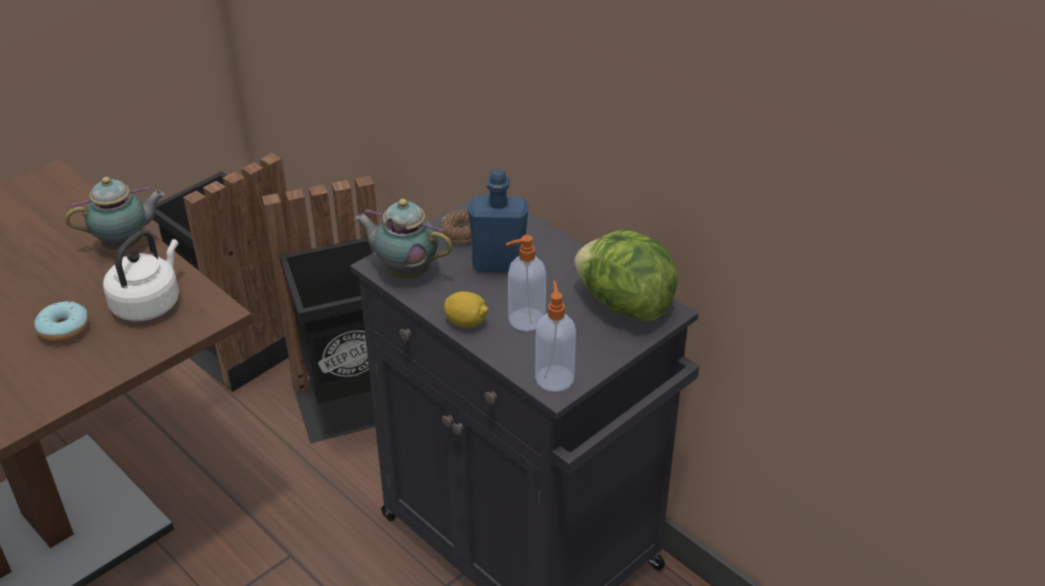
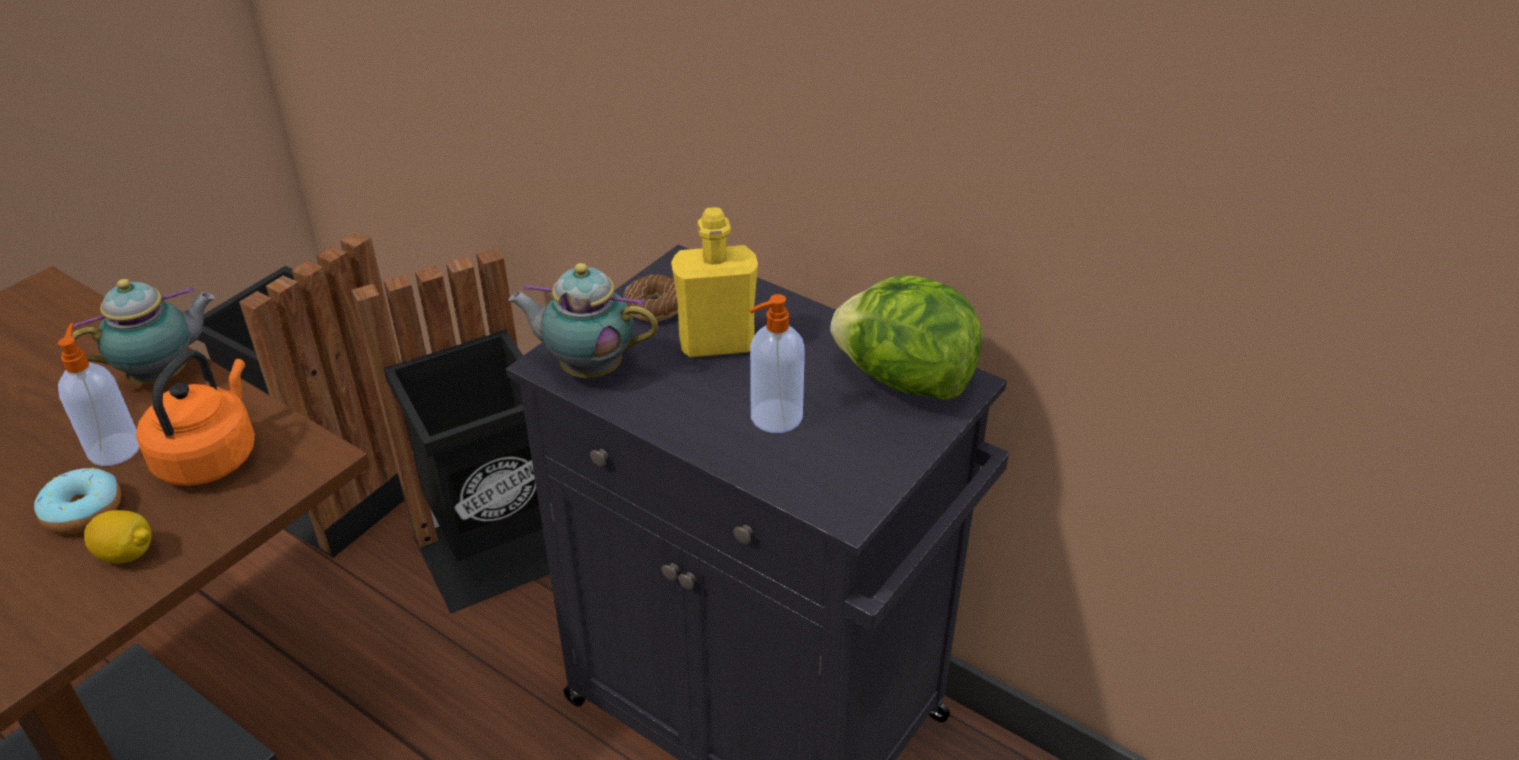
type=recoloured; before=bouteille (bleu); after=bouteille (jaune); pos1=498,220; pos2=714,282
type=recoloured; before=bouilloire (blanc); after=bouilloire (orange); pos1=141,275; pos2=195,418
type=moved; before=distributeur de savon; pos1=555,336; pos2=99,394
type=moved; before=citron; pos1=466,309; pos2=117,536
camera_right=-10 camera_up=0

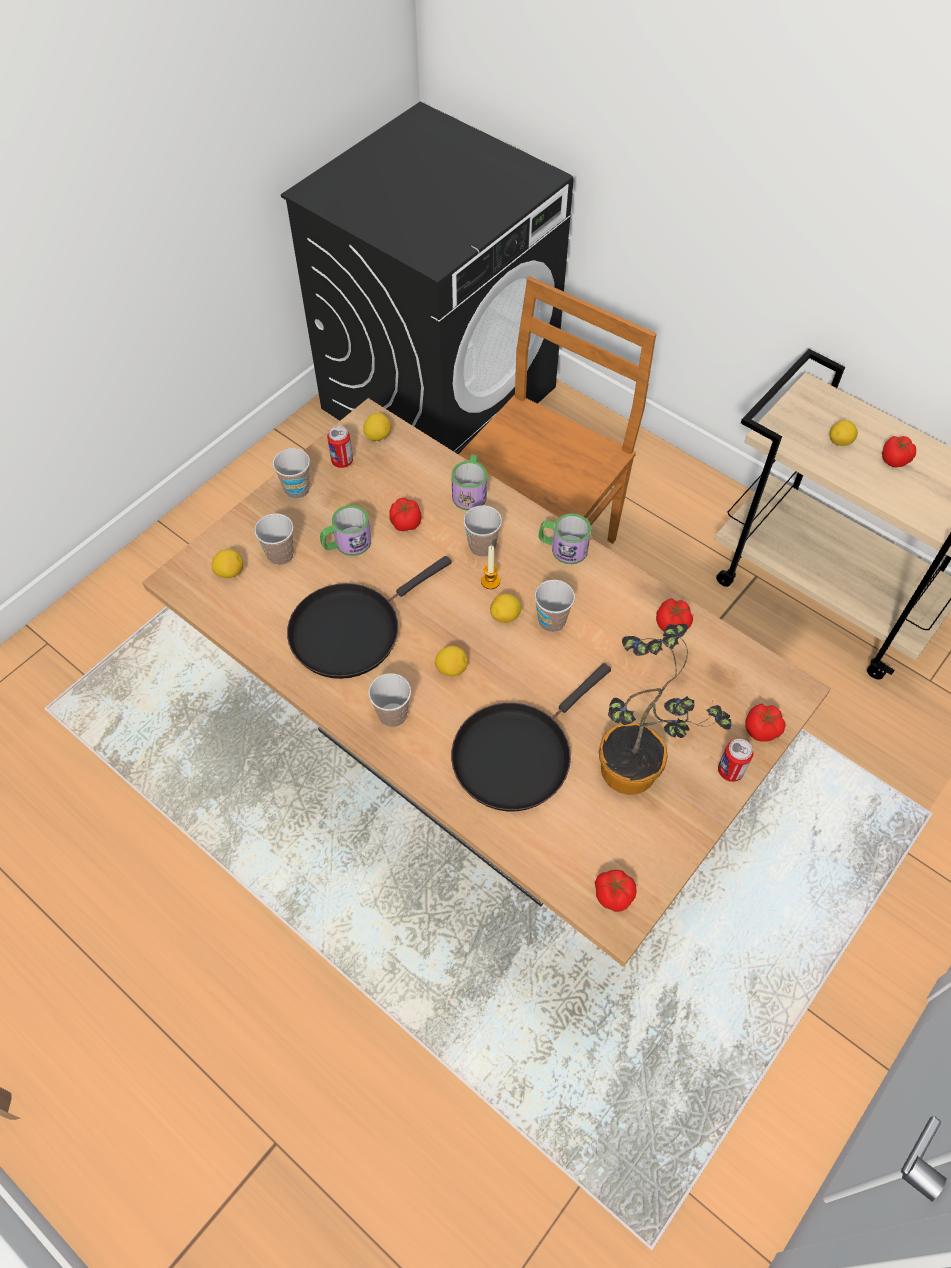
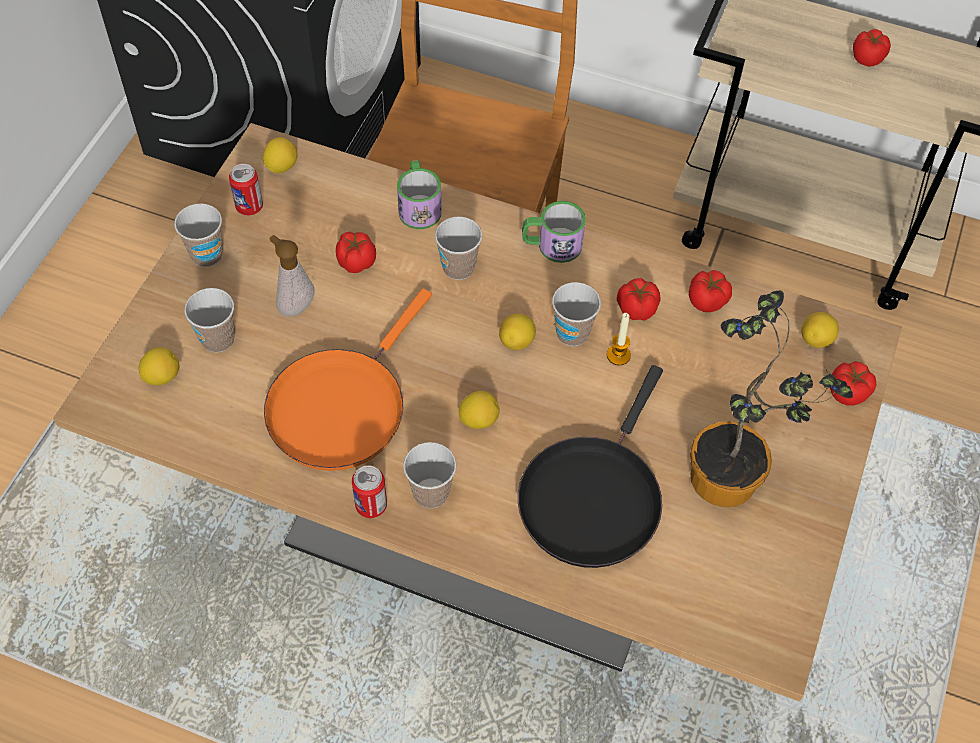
type=moved; before=citron; pos1=843,433; pos2=820,330
type=replaced; before=mug; after=distributeur de savon; pos1=345,530; pos2=292,275
type=moved; before=bougie; pos1=490,567; pos2=619,339
type=recoloured; before=poêle (noir); after=poêle (orange); pos1=369,617; pos2=348,380
type=moved; before=boîte métallique; pos1=735,760; pos2=369,491
type=moved; before=tomate; pos1=616,891; pos2=638,299
camera_right=-20 camera_up=0

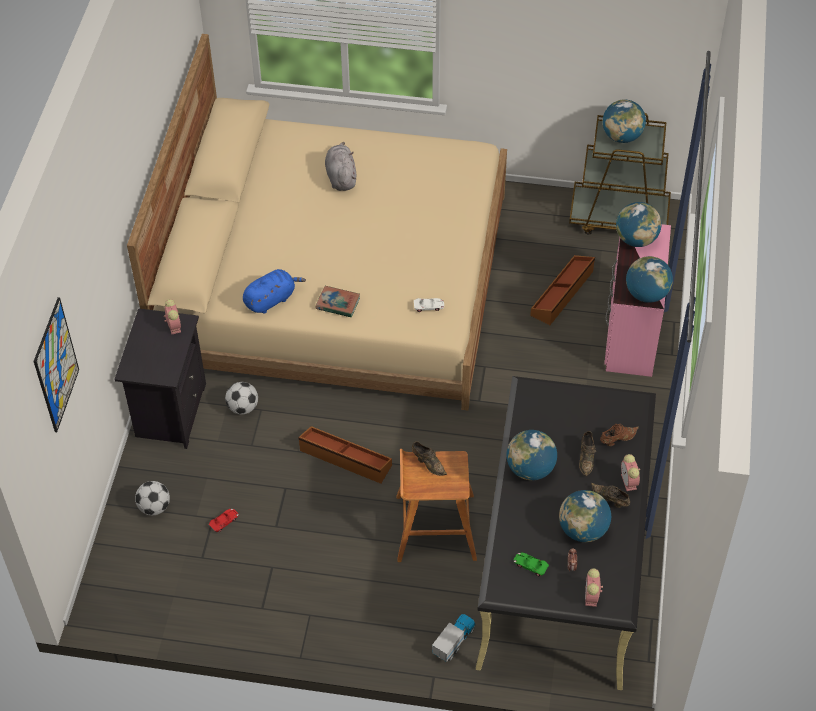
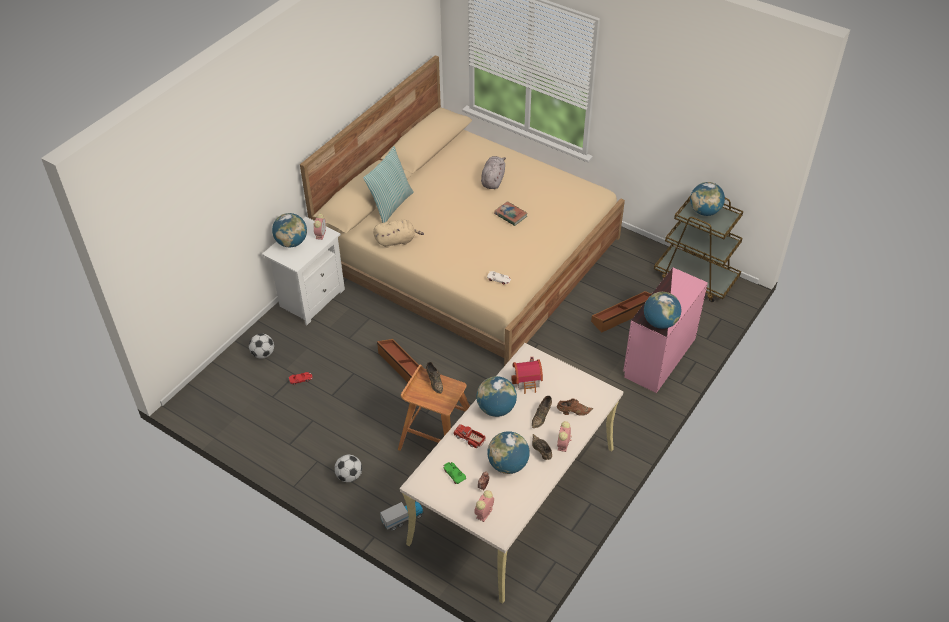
type=moved; before=globe; pos1=639,224; pos2=289,230
type=recoloured; before=peluche (bleu); after=peluche (beige); pos1=274,291; pos2=398,234
type=moved; before=livre; pos1=338,301; pos2=511,213
type=removed; before=tableau; pos1=56,364
type=recoloured; before=table de chevet (noir); after=table de chevet (blanc); pos1=160,378; pos2=303,271
type=recoloured; before=bureau (noir); after=bureau (beige); pos1=566,533; pos2=511,473
type=moved; before=ballon de foot; pos1=241,398; pos2=348,468
type=added; after=coussin; pos2=388,184
type=added; after=maison miniature; pos2=527,375
type=added; after=camion jouet; pos2=469,436
camera_right=25 camera_up=-5

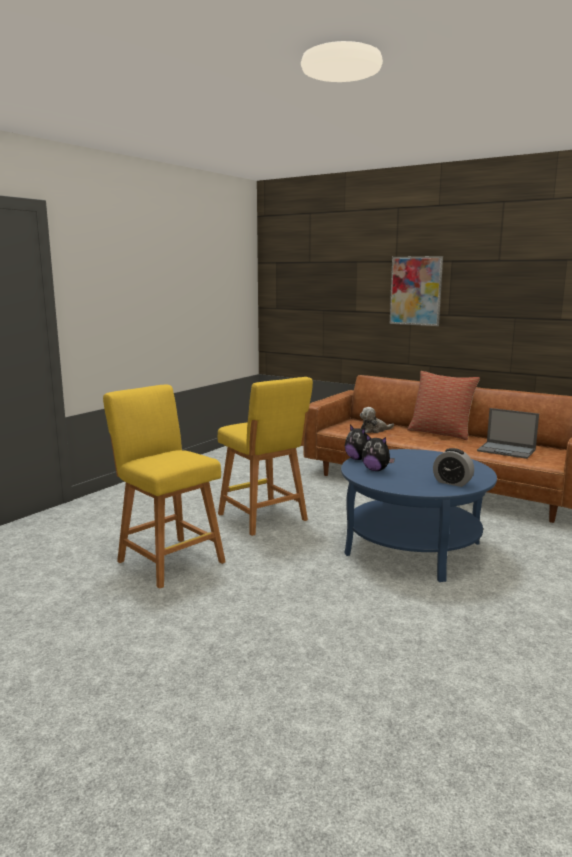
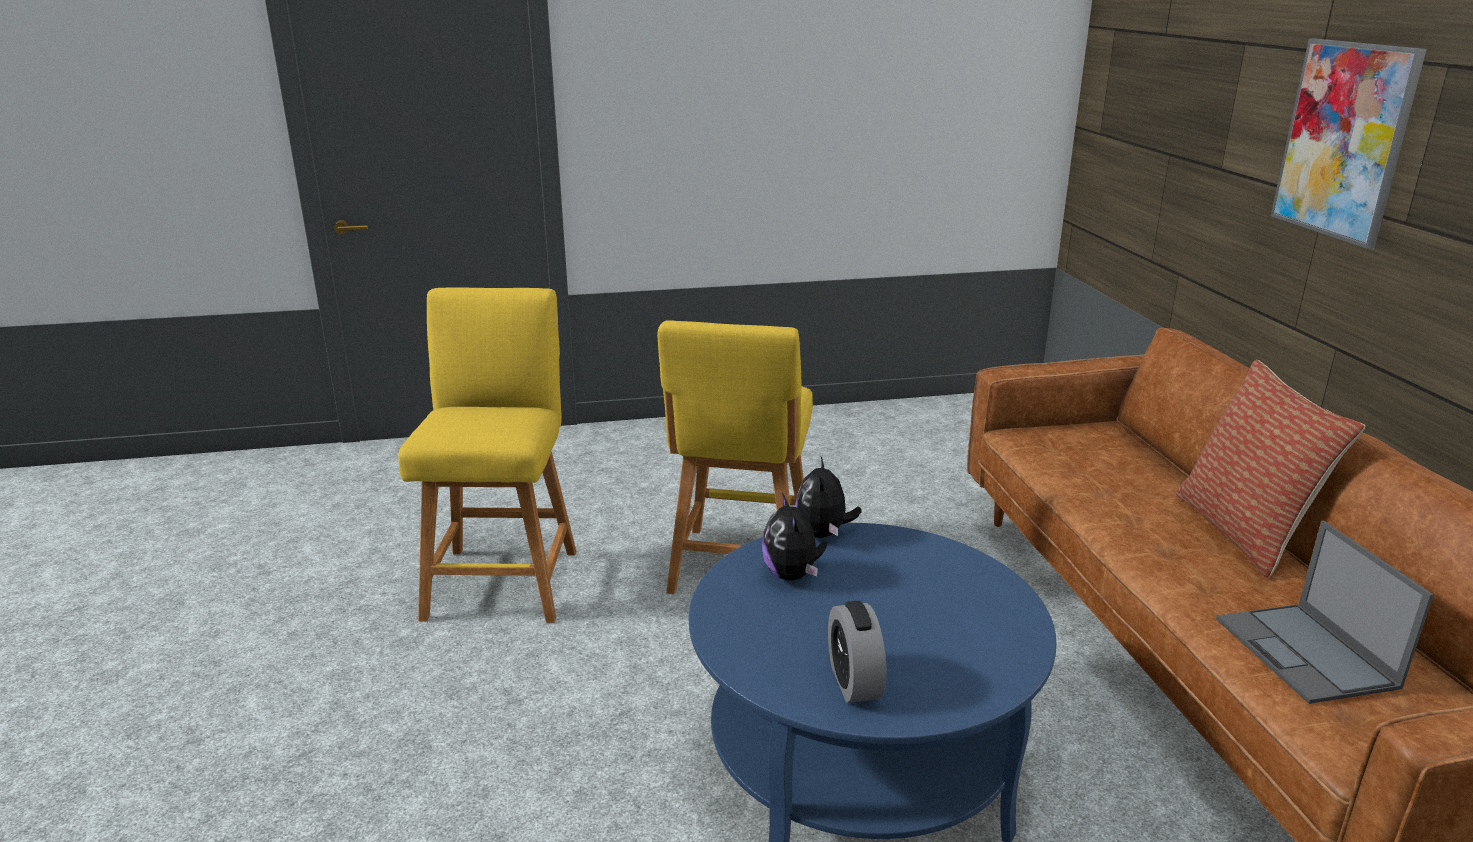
type=removed; before=peluche; pos1=377,420
camera_right=45 camera_up=10

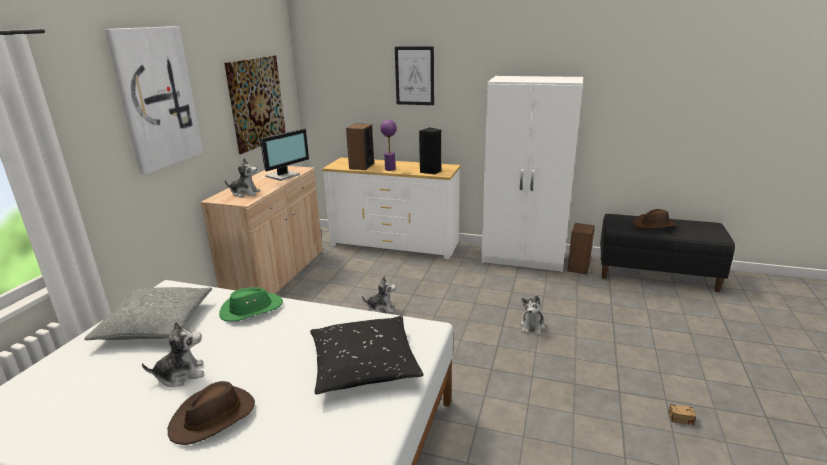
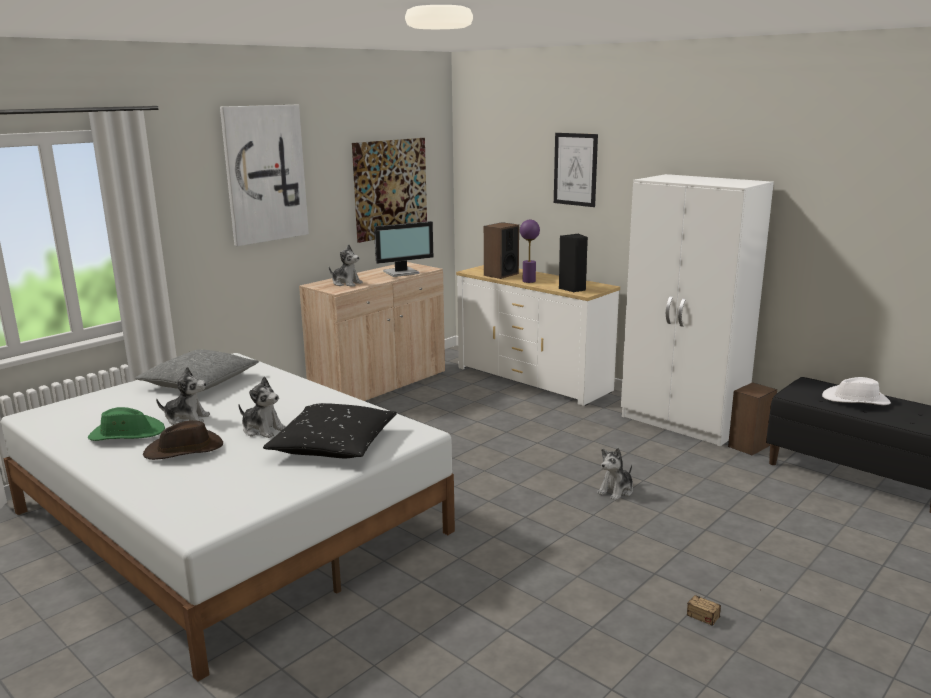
type=recoloured; before=chapeau (marron); after=chapeau (blanc); pos1=655,219; pos2=856,391
type=moved; before=peluche; pos1=379,294; pos2=262,407
type=moved; before=chapeau (vert); pos1=251,304; pos2=126,424
camera_right=25 camera_up=-5

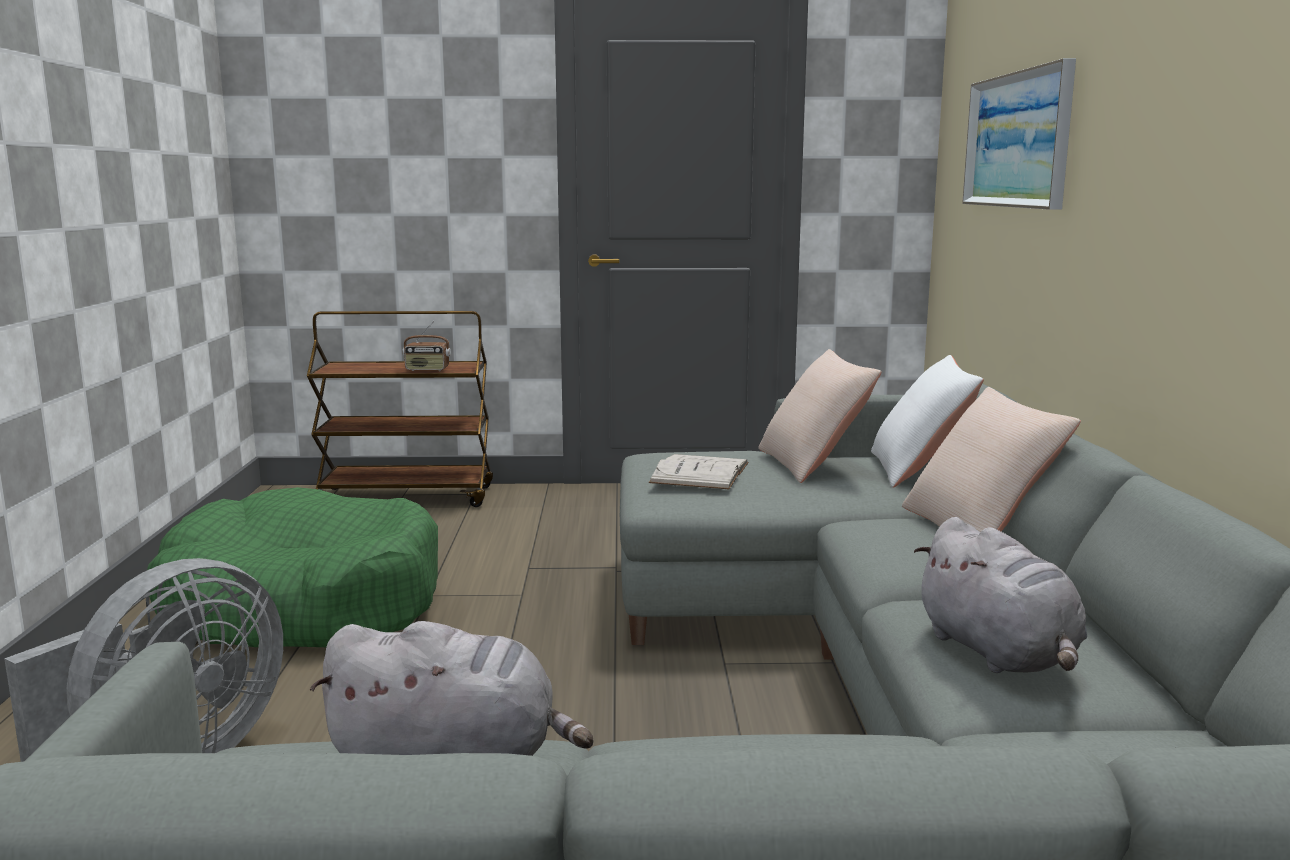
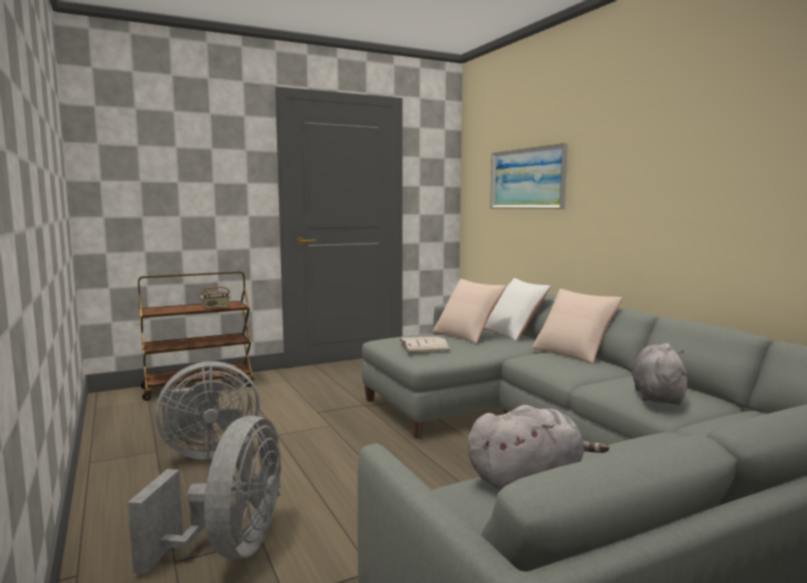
type=replaced; before=panier pour chien (vert); after=ventilateur (gris); pos1=292,567; pos2=207,410
type=turned; before=peluche (gris); pos1=1000,595; pos2=661,374; turn=-120
camera_right=-25 camera_up=-5

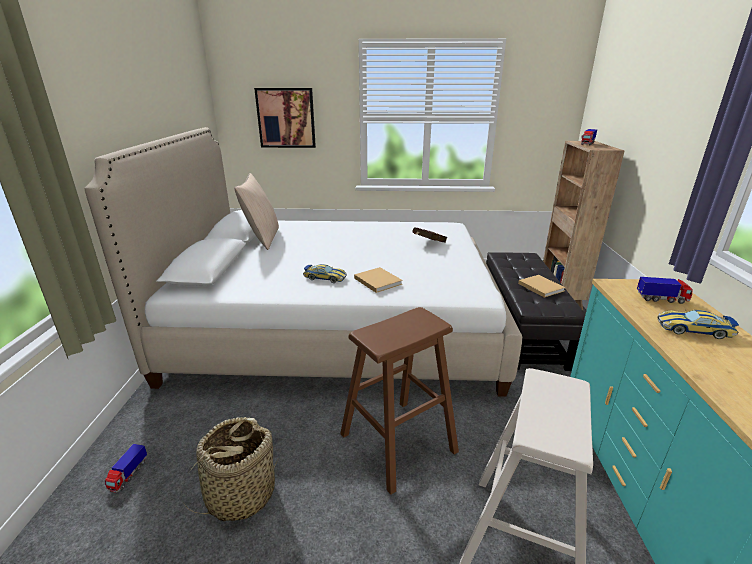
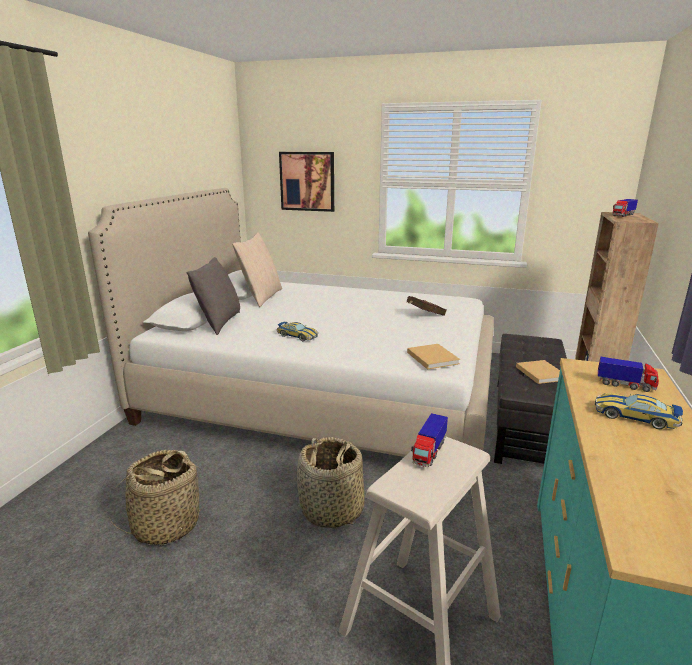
type=moved; before=livre (beige); pos1=378,280; pos2=433,356
type=replaced; before=tabouret (marron); after=panier; pos1=399,401; pos2=330,482
type=moved; before=camion jouet; pos1=126,468; pos2=429,440
type=added; after=coussin (gris); pos2=213,296
camera_right=15 camera_up=-5

